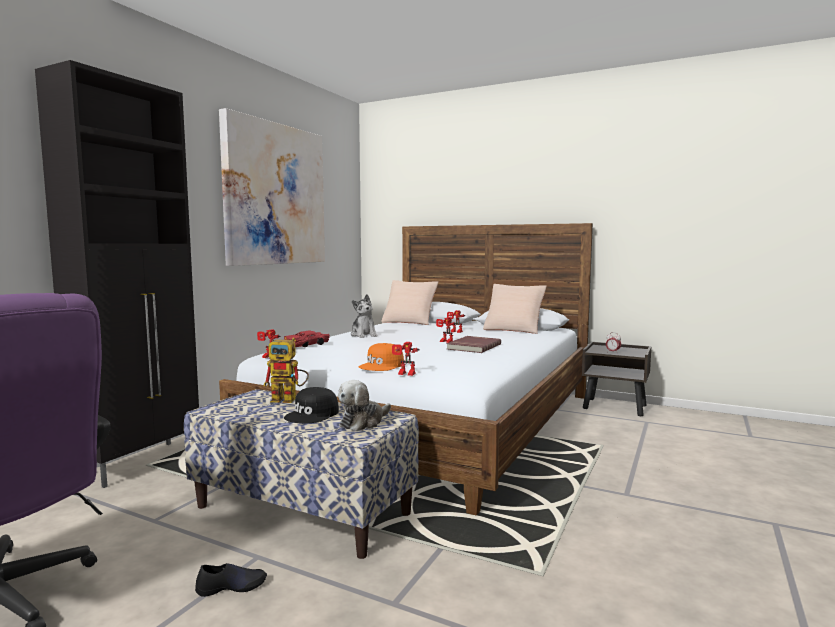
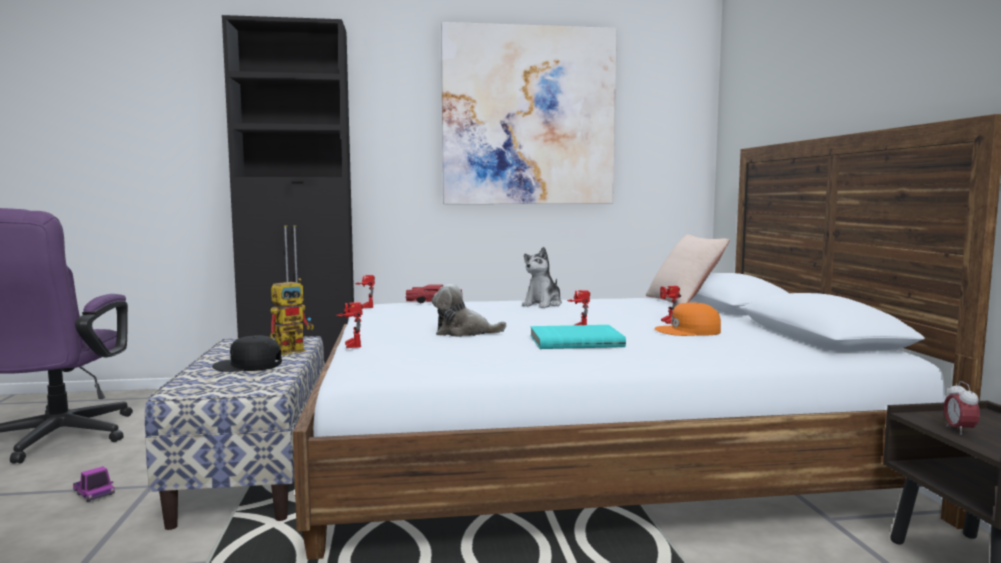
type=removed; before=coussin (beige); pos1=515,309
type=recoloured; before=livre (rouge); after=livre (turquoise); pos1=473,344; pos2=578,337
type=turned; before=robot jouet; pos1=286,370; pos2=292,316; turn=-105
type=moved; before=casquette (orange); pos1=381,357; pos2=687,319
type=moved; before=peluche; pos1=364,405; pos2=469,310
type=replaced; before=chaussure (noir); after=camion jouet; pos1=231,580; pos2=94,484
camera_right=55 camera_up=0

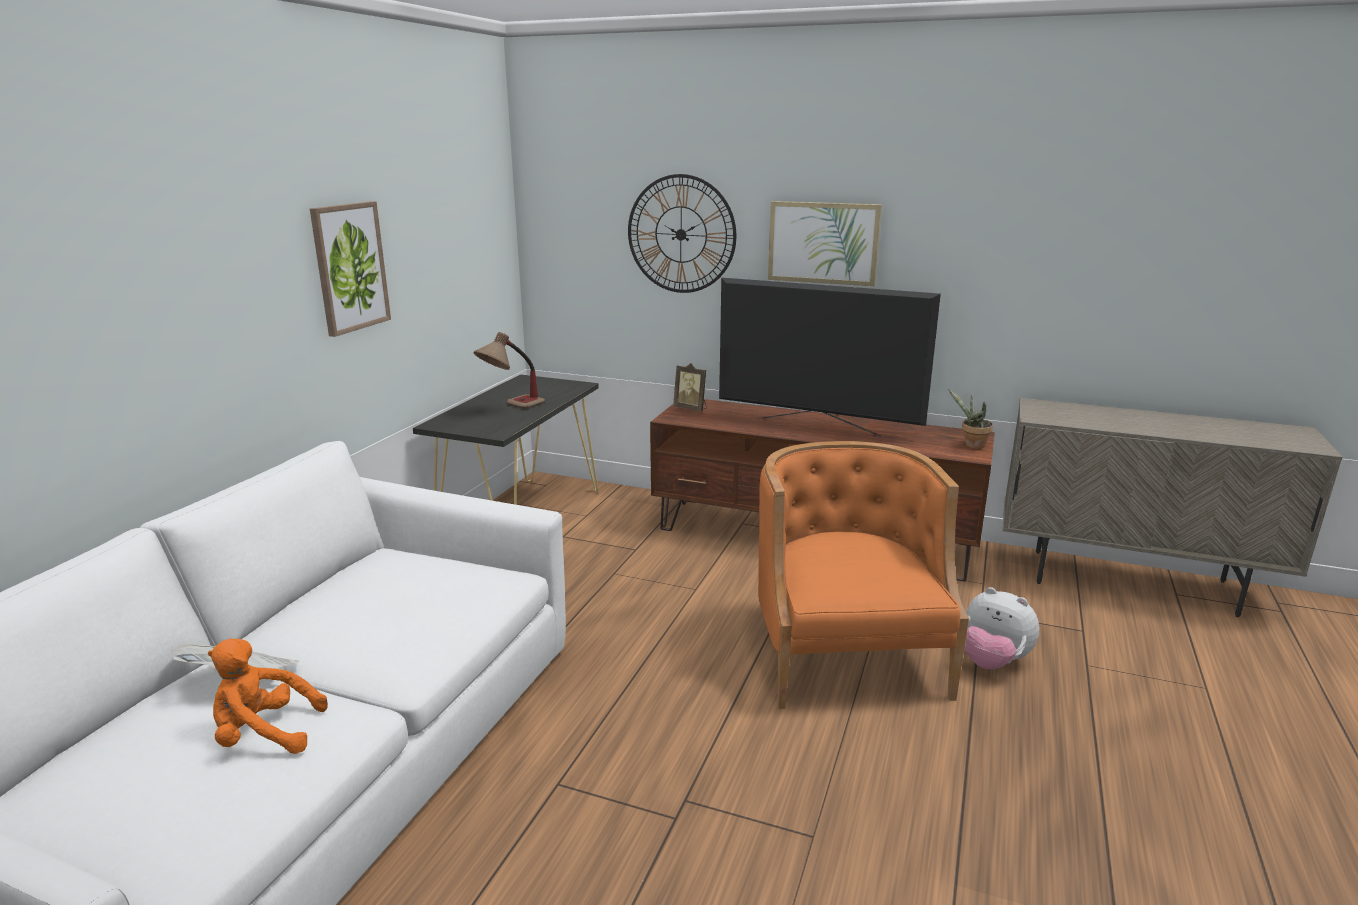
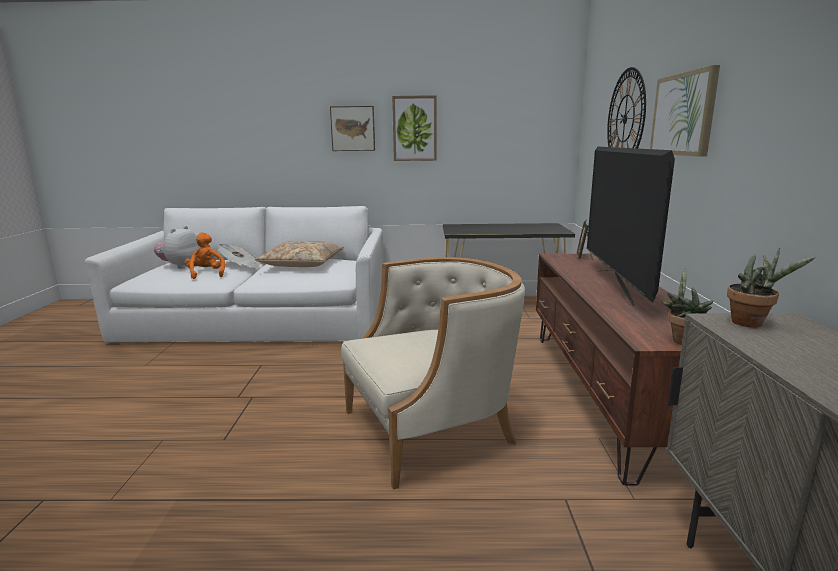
type=removed; before=lampe de table; pos1=509,370
type=recoloured; before=fauteuil (orange); after=fauteuil (beige); pos1=863,575; pos2=433,373
type=moved; before=peluche; pos1=1002,628; pos2=177,247
type=added; after=tableau; pos2=352,128
type=added; after=coussin (beige); pos2=299,254
type=added; after=plante en pot; pos2=771,287
camera_right=70 camera_up=-5

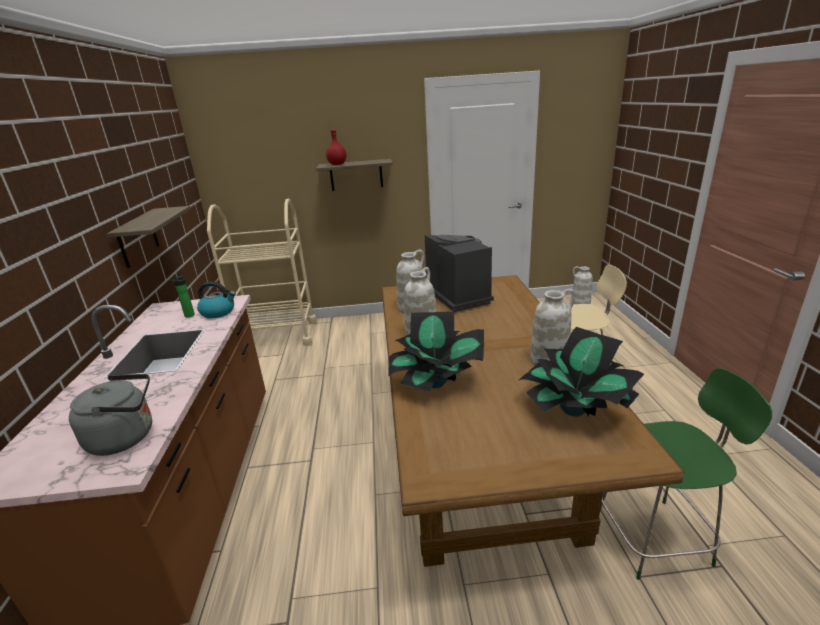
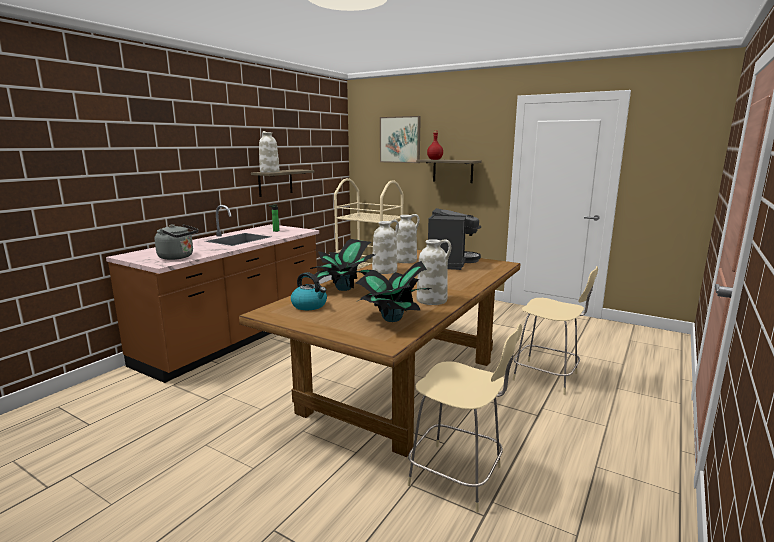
type=moved; before=vase (blanc); pos1=583,285; pos2=269,152
type=moved; before=bouilloire; pos1=216,300; pos2=309,291
type=recoloured; before=chaise (vert); after=chaise (beige); pos1=686,474; pos2=464,418
type=added; after=tableau; pos2=400,139
camera_right=35 camera_up=-10

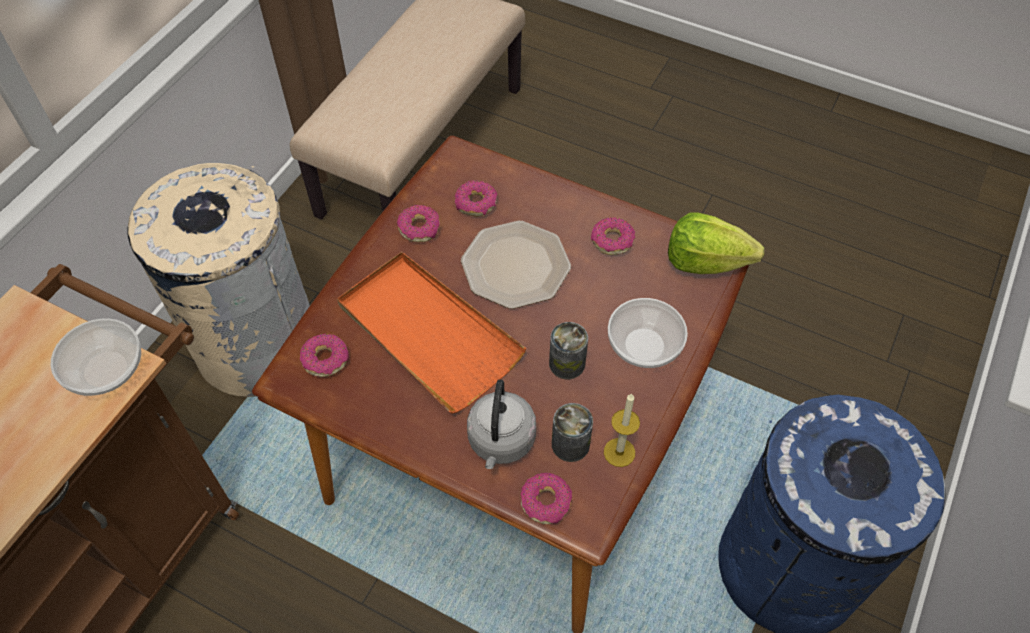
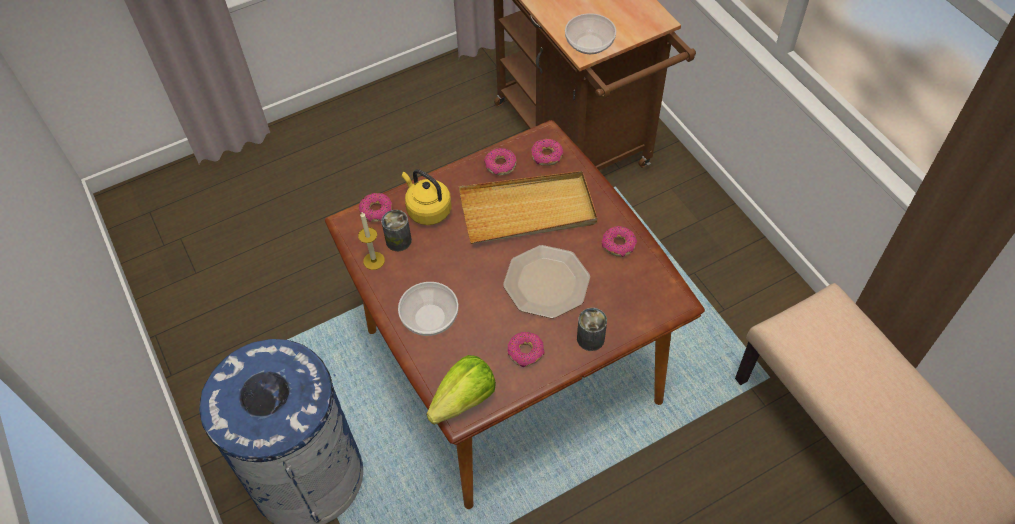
type=removed; before=poubelle (beige); pos1=219,280
type=moved; before=beignet; pos1=476,199; pos2=500,162
type=recoloured; before=plateau (orange); after=plateau (beige); pos1=431,333; pos2=528,207
type=moved; before=boîte métallique; pos1=568,350; pos2=592,329
type=recoloured; before=bouilloire (gris); after=bouilloire (jaune); pos1=501,424; pos2=427,197
camera_right=125 camera_up=0

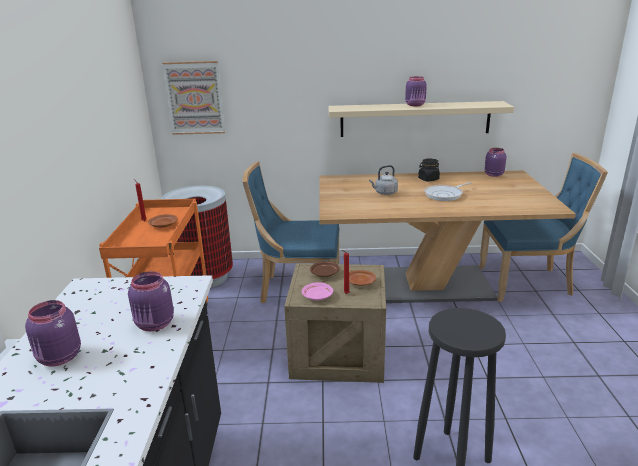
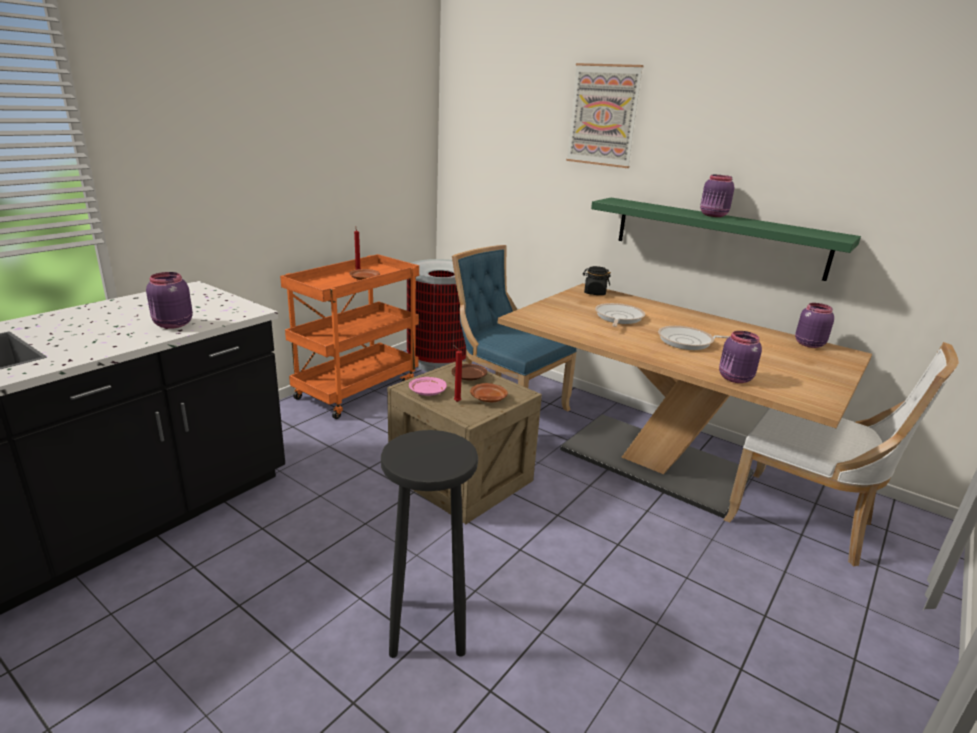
type=moved; before=tableau; pos1=193,98; pos2=605,115
type=recoloured; before=étagère (beige); after=étagère (vert); pos1=421,119; pos2=726,239
type=recoloured; before=chaise (bleu); after=chaise (blanc); pos1=543,227; pos2=841,454
type=moved; before=bocal (noir); pos1=429,170; pos2=597,280
type=replaced; before=bouilloire (gris); after=poêle; pos1=383,180; pos2=620,315
type=moved; before=bocal (violet); pos1=53,333; pos2=740,357
camera_right=35 camera_up=0

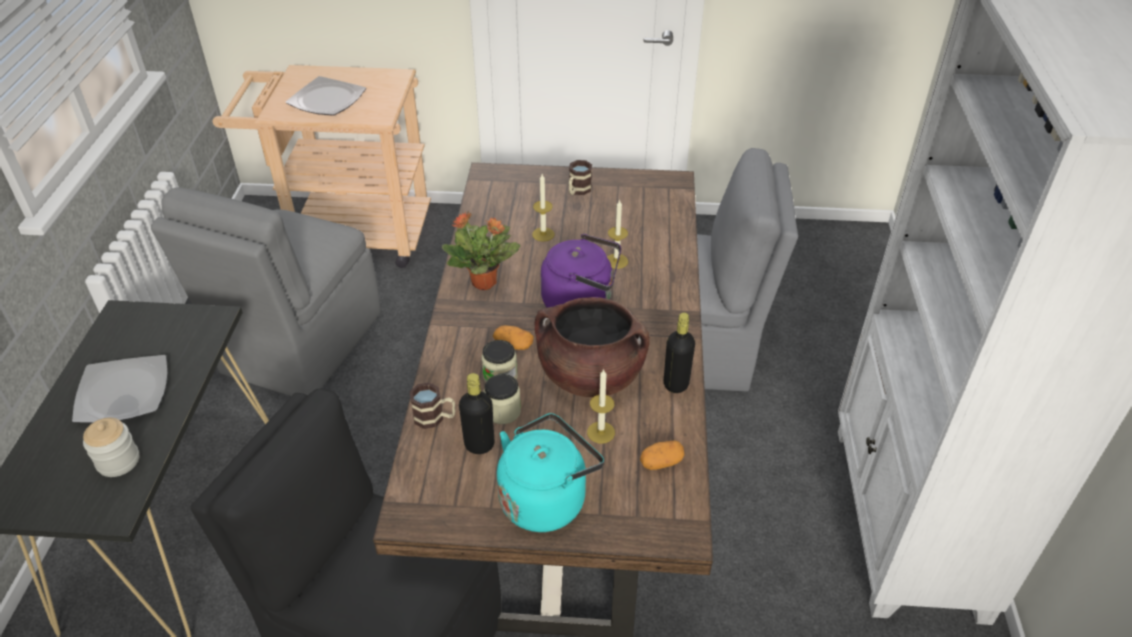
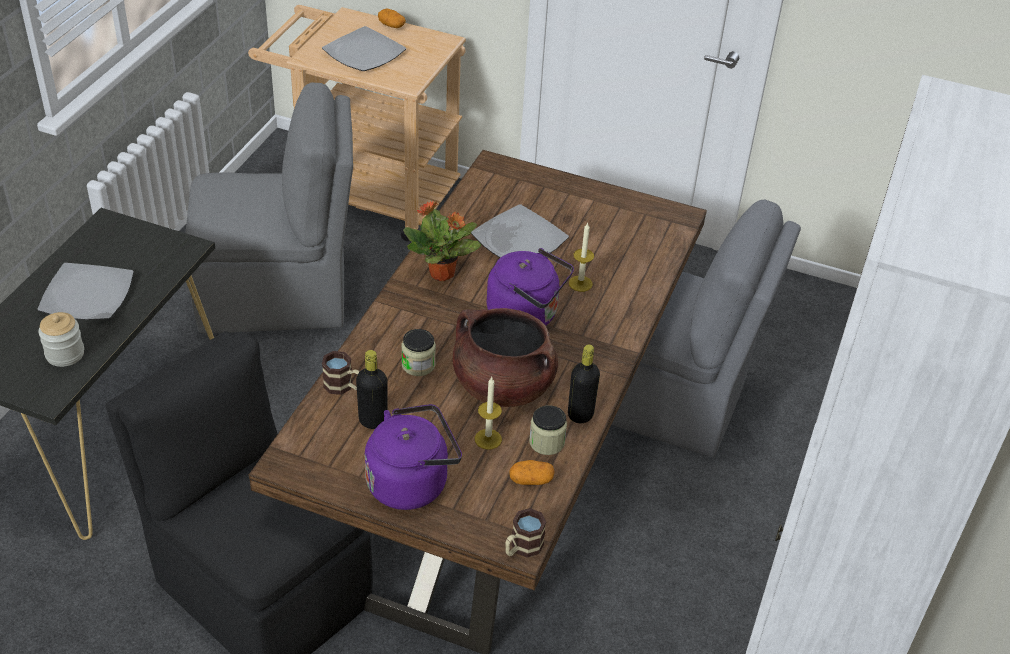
type=moved; before=mug; pos1=580,177; pos2=525,533
type=replaced; before=bougie; after=assiette; pos1=543,208; pos2=520,231
type=turned; before=chaise (gris); pos1=266,291; pos2=269,207; turn=-135
type=moved; before=pomme de terre; pos1=513,337; pos2=392,18
type=moved; before=bocal; pos1=502,399; pos2=548,430
type=recoloured; before=bouilloire (turquoise); after=bouilloire (violet); pos1=550,472; pos2=413,457
camera_right=15 camera_up=0

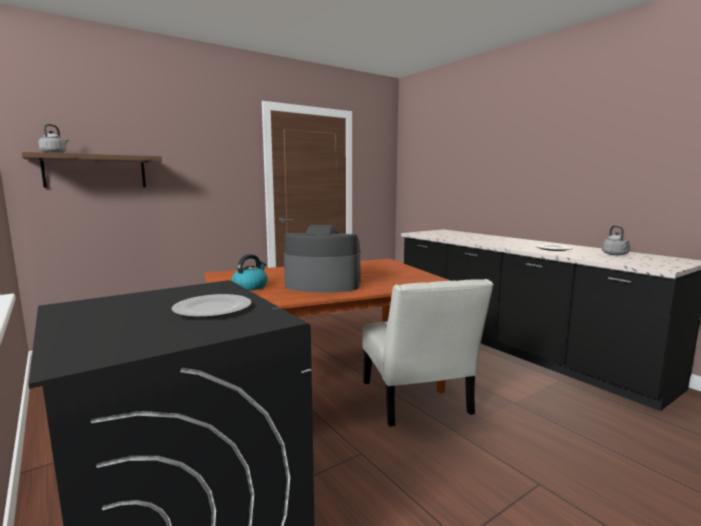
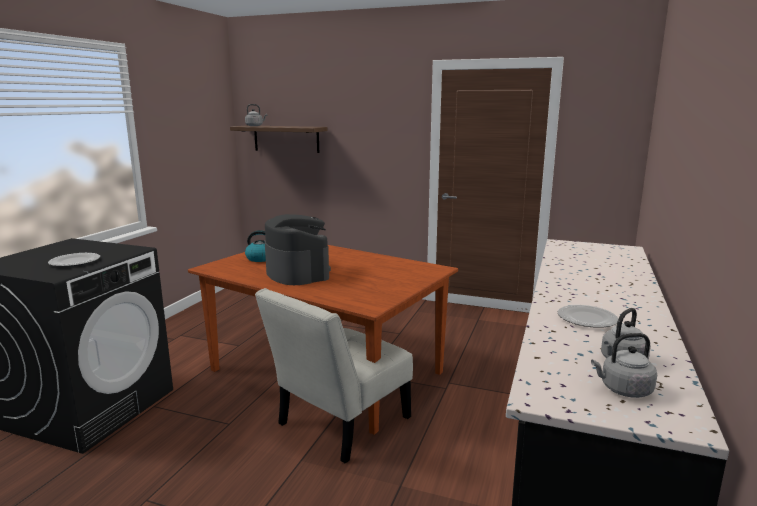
type=added; after=bouilloire (gris); pos2=624,365
camera_right=55 camera_up=5

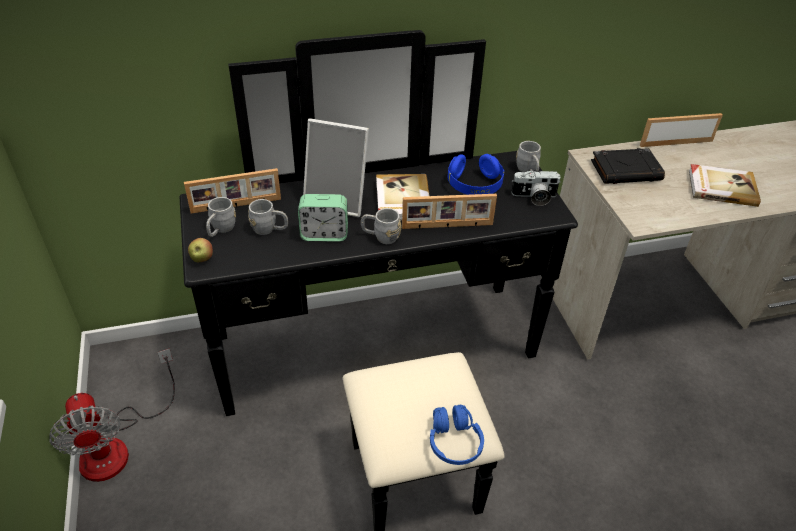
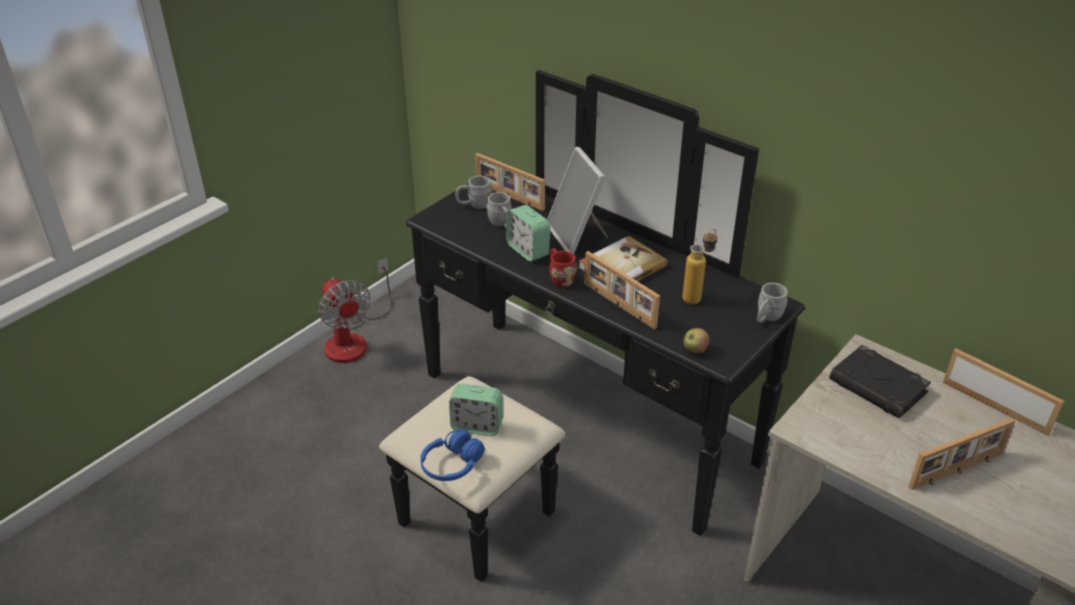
type=replaced; before=casque audio (bleu); after=bouteille; pos1=476,174; pos2=699,266
type=replaced; before=livre; after=cadre photo; pos1=725,185; pos2=961,454
type=removed; before=appareil photo; pos1=536,188
type=recoloured; before=mug (gris); after=mug (rouge); pos1=381,226; pos2=563,267
type=moved; before=pomme; pos1=200,250; pos2=697,341
type=turned; before=ventilateur; pos1=112,415; pos2=355,310; turn=-60
type=added; after=réveil; pos2=476,409
camera_right=55 camera_up=-5

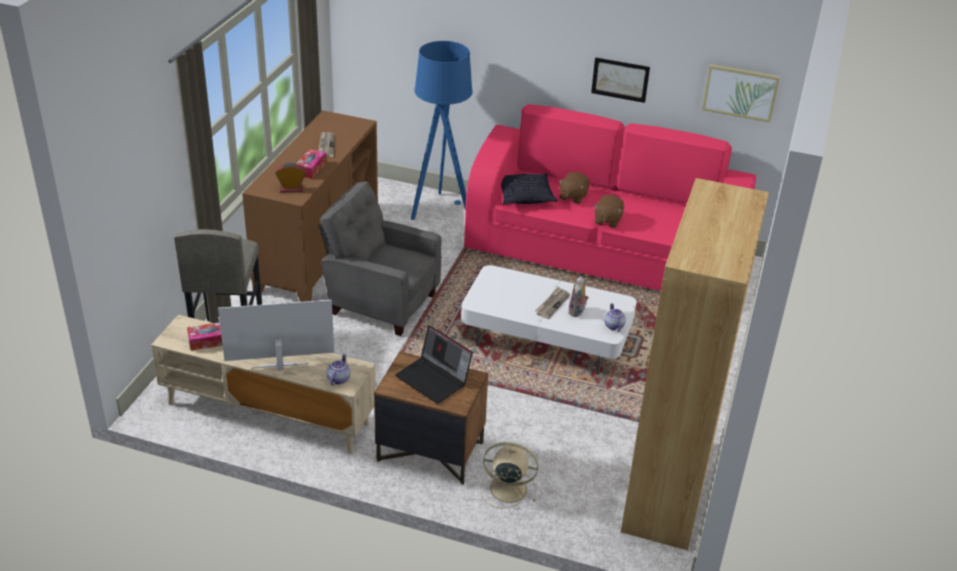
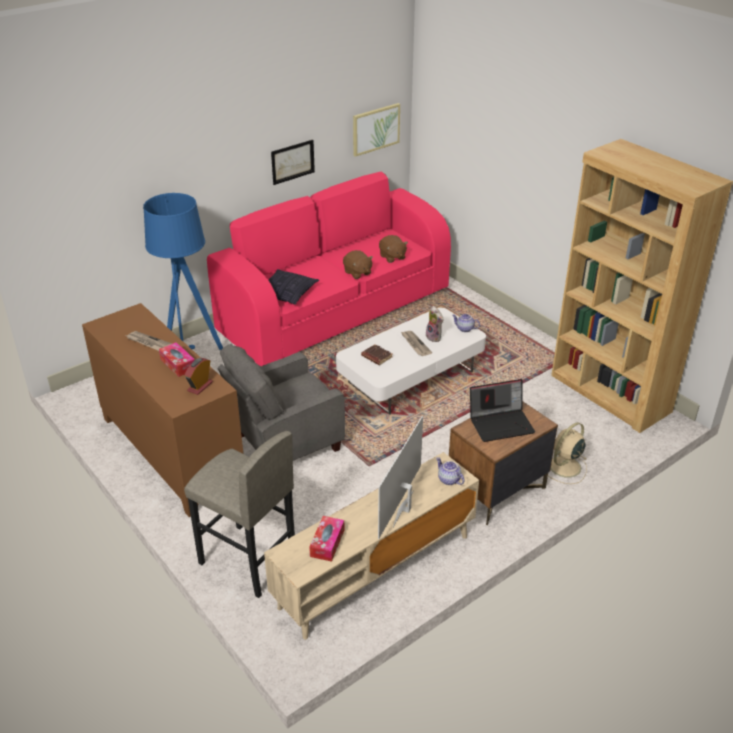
type=moved; before=peluche (marron); pos1=574,188; pos2=393,249
type=added; after=livre (marron); pos2=376,354
camera_right=-55 camera_up=0

